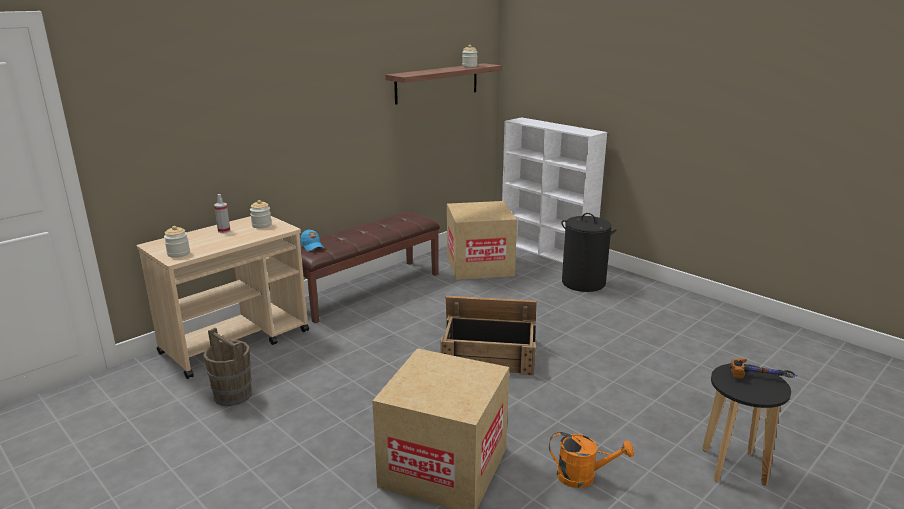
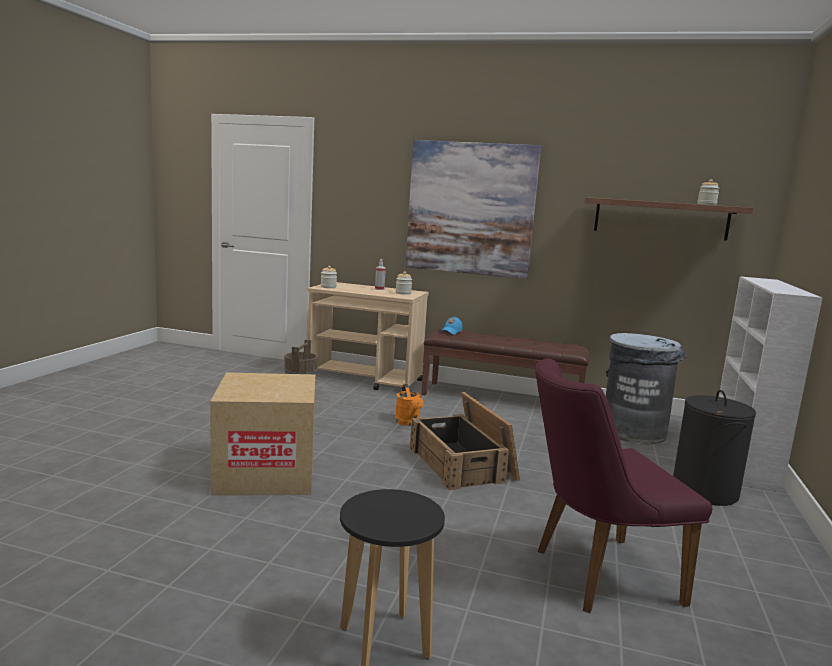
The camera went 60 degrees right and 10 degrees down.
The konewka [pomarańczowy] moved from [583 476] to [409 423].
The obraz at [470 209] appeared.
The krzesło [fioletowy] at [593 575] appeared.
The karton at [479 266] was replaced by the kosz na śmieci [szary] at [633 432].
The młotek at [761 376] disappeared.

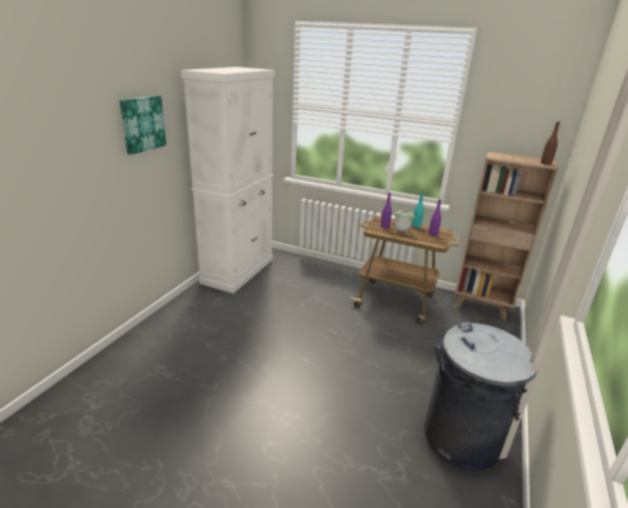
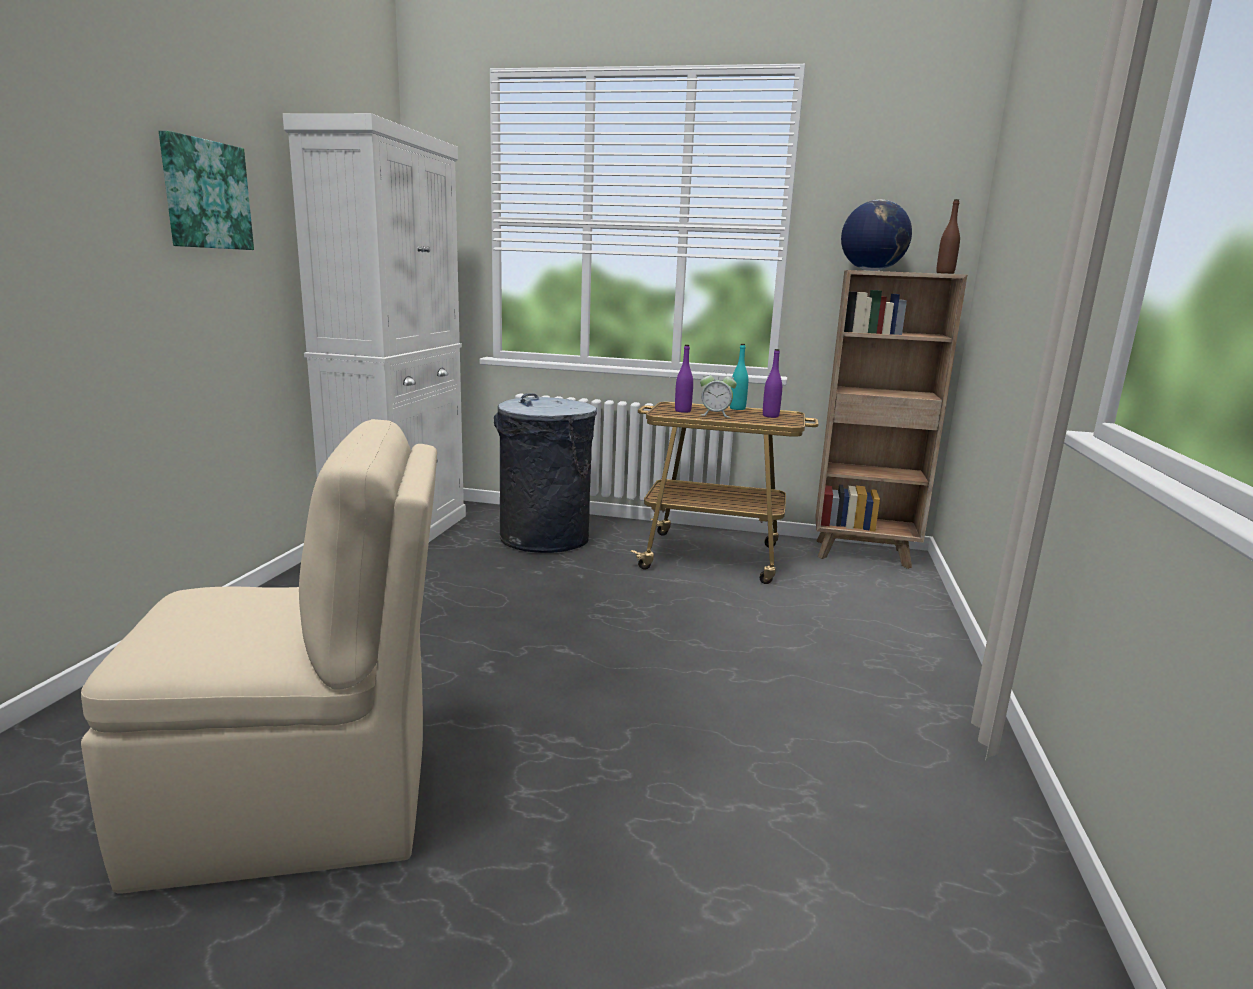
The camera went 10 degrees left and 10 degrees down.
The krzesło [beżowy] at [300 806] appeared.
The kosz na śmieci [szary] moved from [461 438] to [544 538].
The globus at [871 270] appeared.

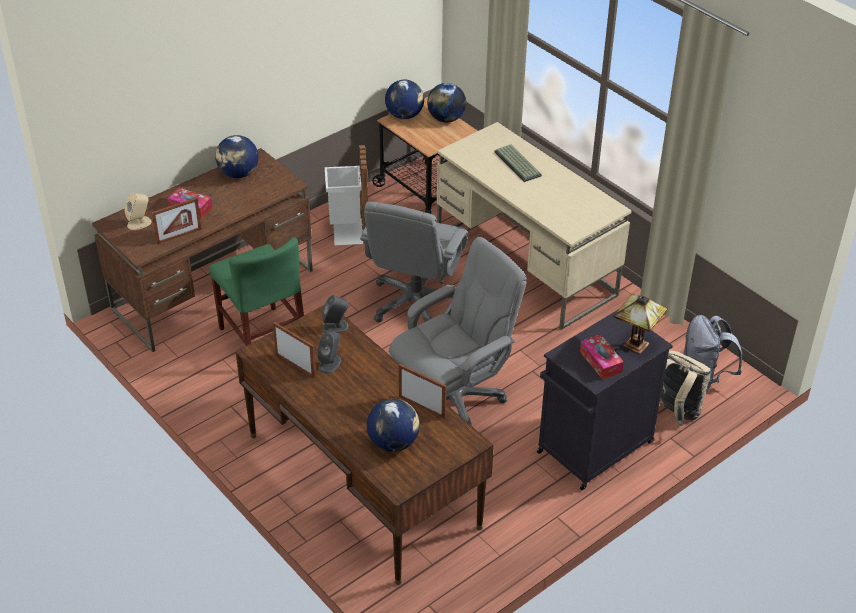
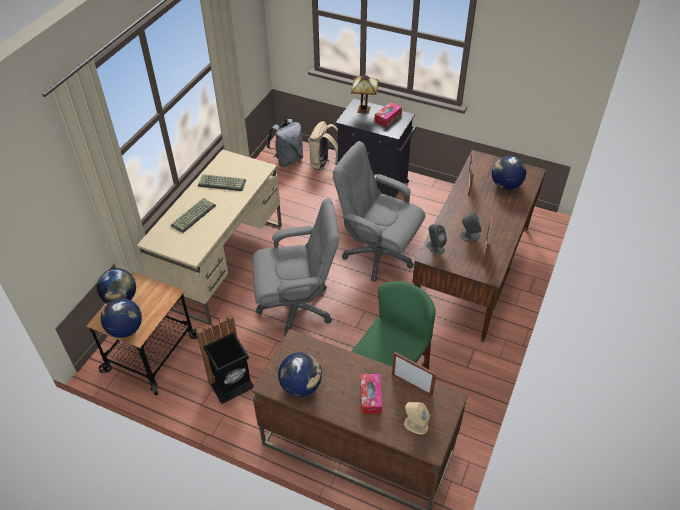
The camera went 115 degrees left and 5 degrees up.
The kosz na śmieci [biały] at [348 232] became the kosz na śmieci [czarny] at [232 385].
The klawiatura at [222 183] appeared.

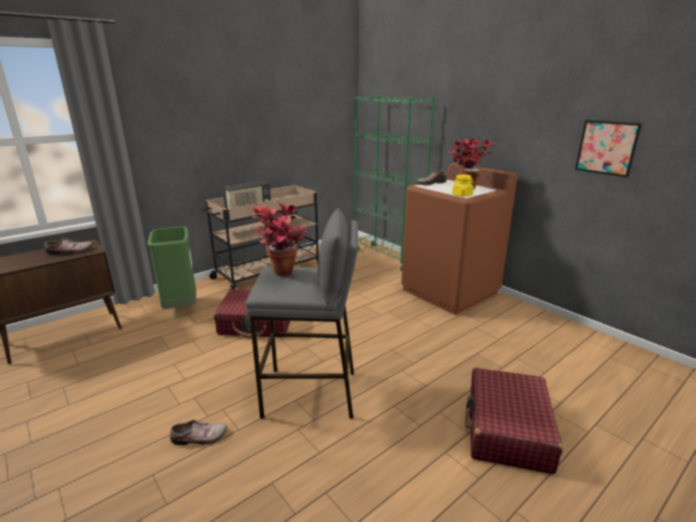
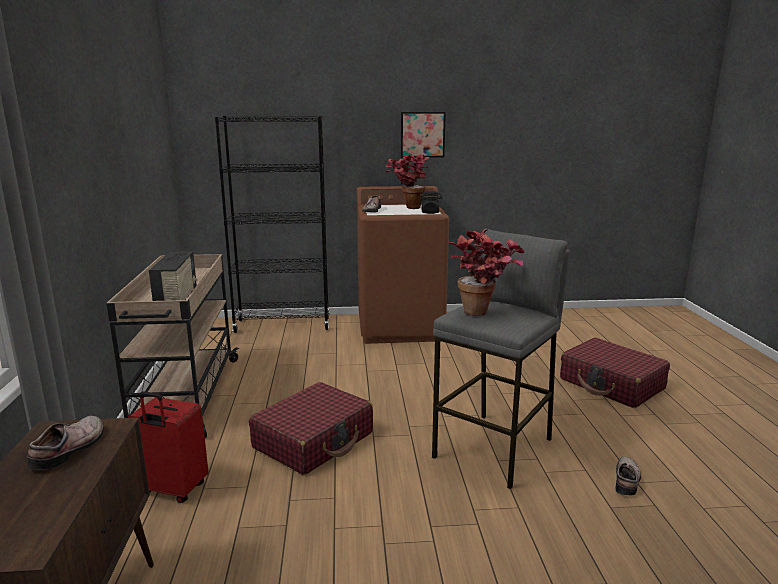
The camera went 55 degrees left and 5 degrees down.
The kosz na śmieci [zielony] at [180 307] was replaced by the walizka [czerwony] at [173 490].
The regał [zielony] at [387 257] became the regał [czarny] at [283 325].
The obraz moved from [606 148] to [422 134].
The słoik [żółty] at [462 195] became the słoik [czarny] at [430 212].
The but moved from [199 438] to [628 481].

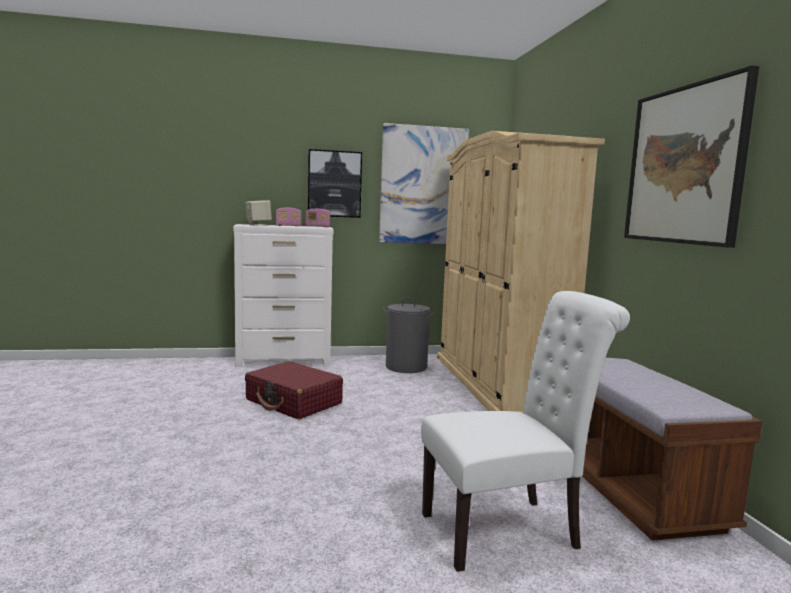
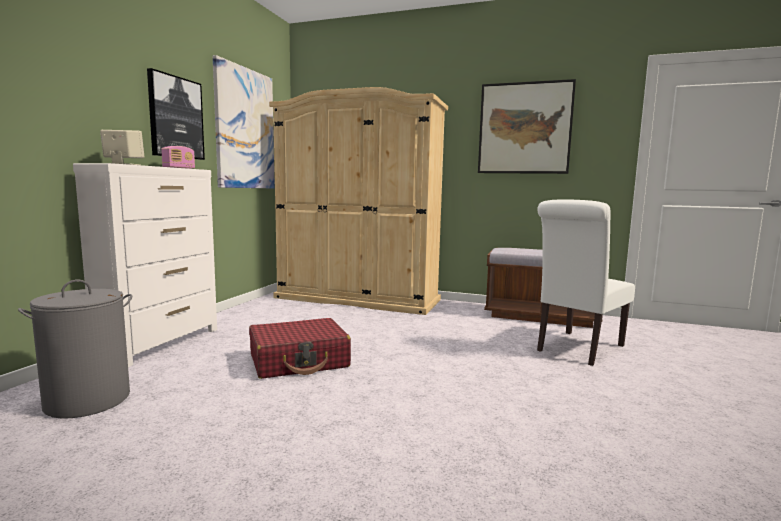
The camera went 60 degrees left and 0 degrees up.
The kosz na pranie [szary] moved from [406 367] to [88 400].
The krzesło [biały] at [508 530] turned 150 degrees counterclockwise.
The radio at [288 226] disappeared.

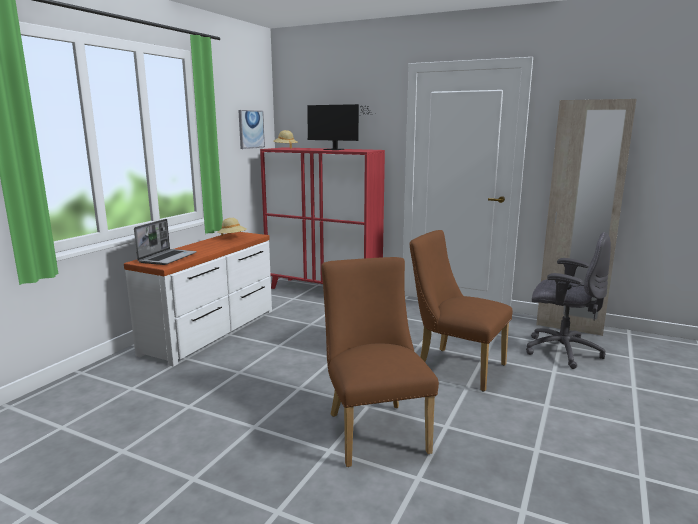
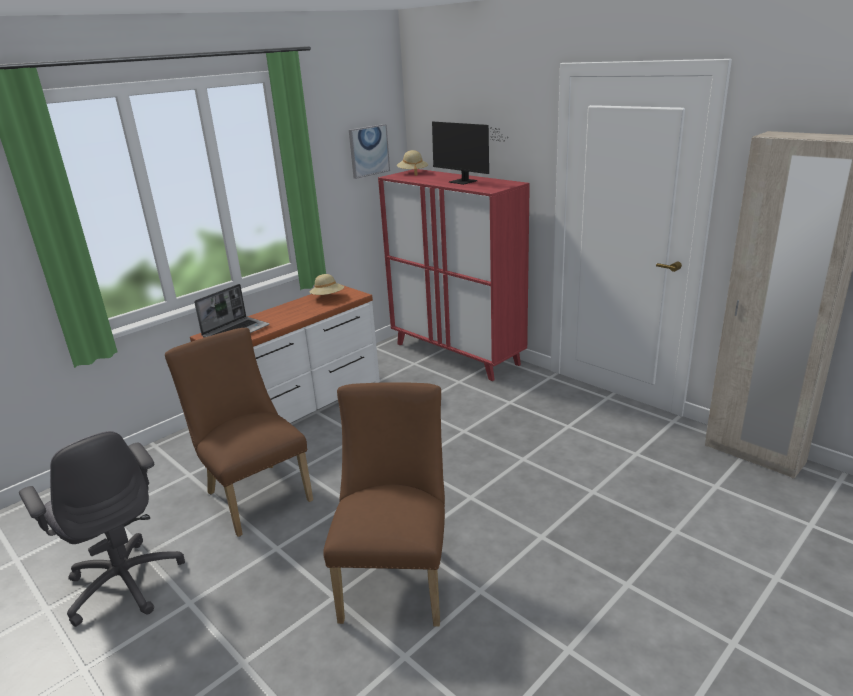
The camera went 20 degrees right and 10 degrees up.
The krzesło biurowe [szary] moved from [561 351] to [125 582].
The krzesło [brązowy] moved from [454 366] to [254 493].

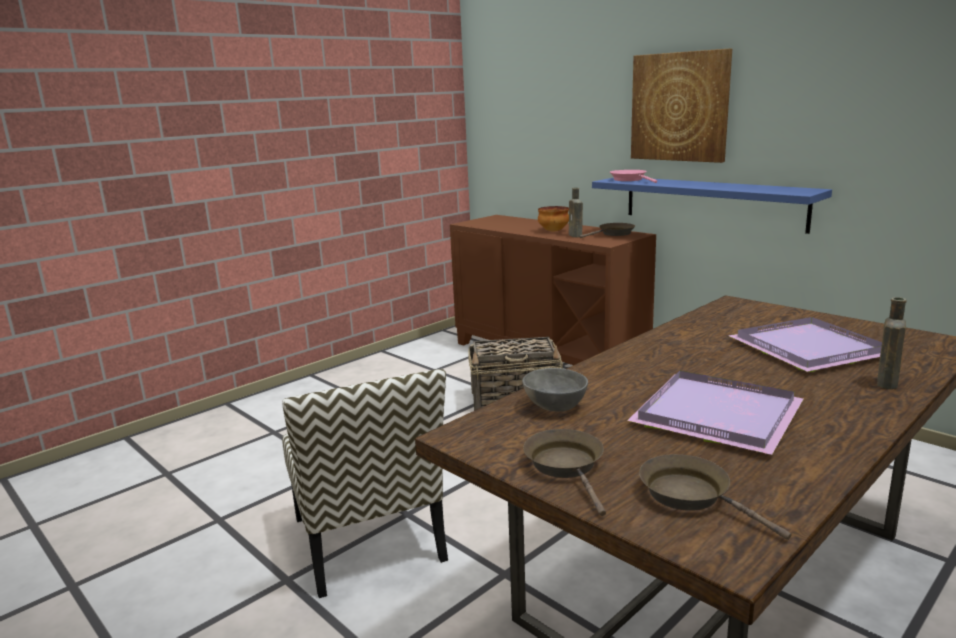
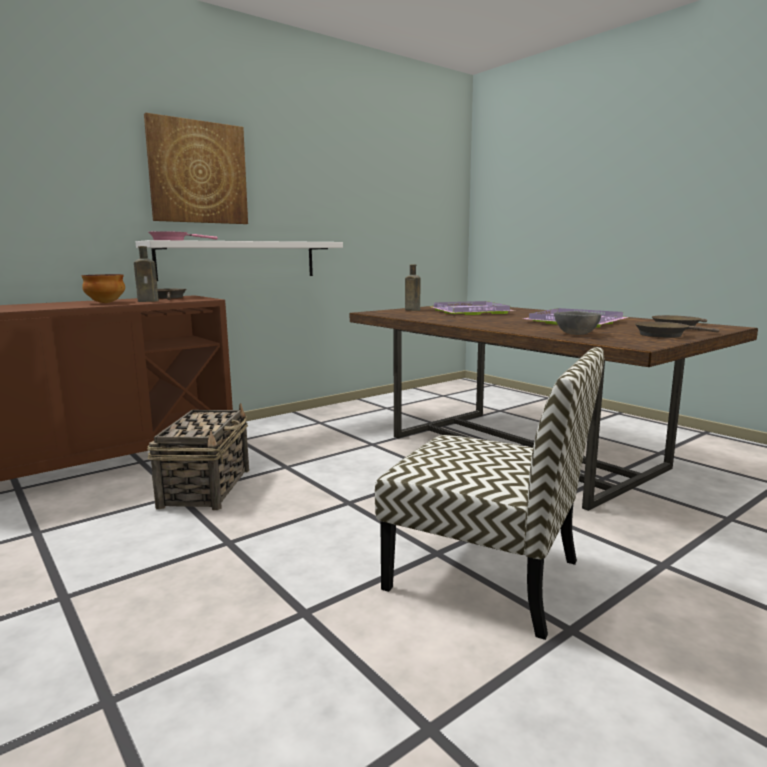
The camera went 85 degrees left and 5 degrees down.
The półka [niebieski] at [712 202] became the półka [biały] at [239 260].
The krzesło at [369 540] turned 45 degrees clockwise.
The butelka [brązowy] moved from [886 382] to [411 310].

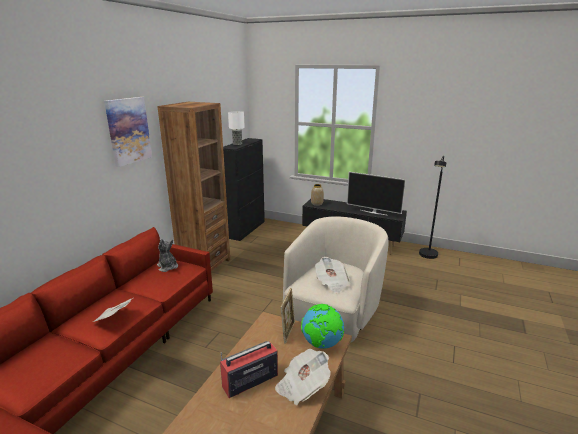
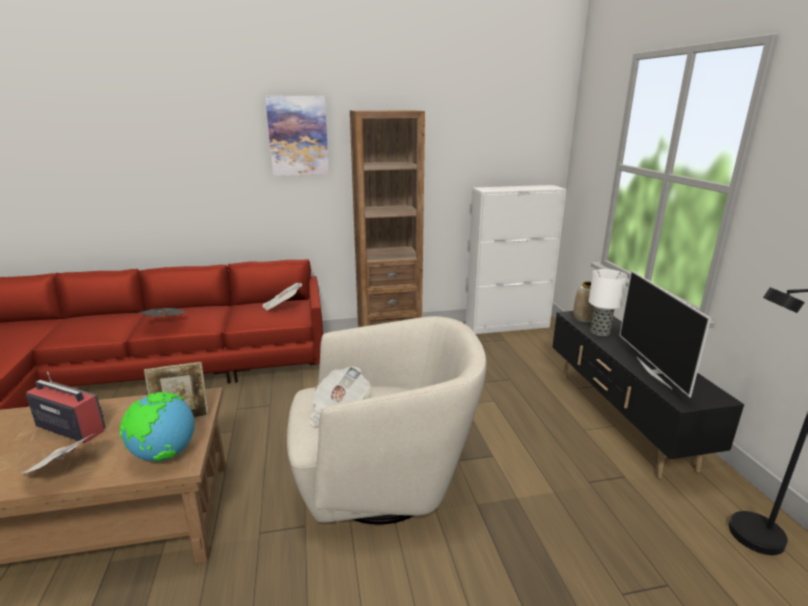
The camera went 55 degrees right and 0 degrees up.
The pluszak at [167 267] was replaced by the gazeta at [282 307].
The szafka [czarny] at [246 229] became the szafka [biały] at [507 325].
The lampa stołowa moved from [237 144] to [600 332].

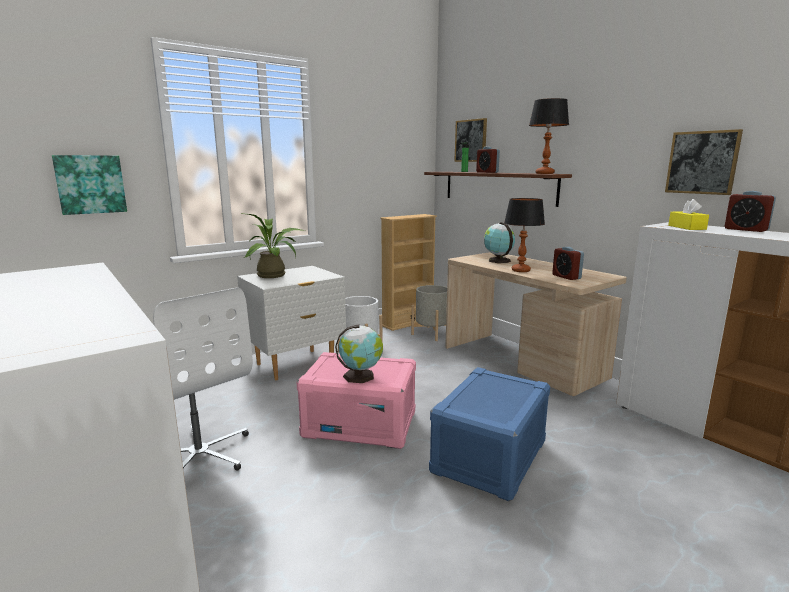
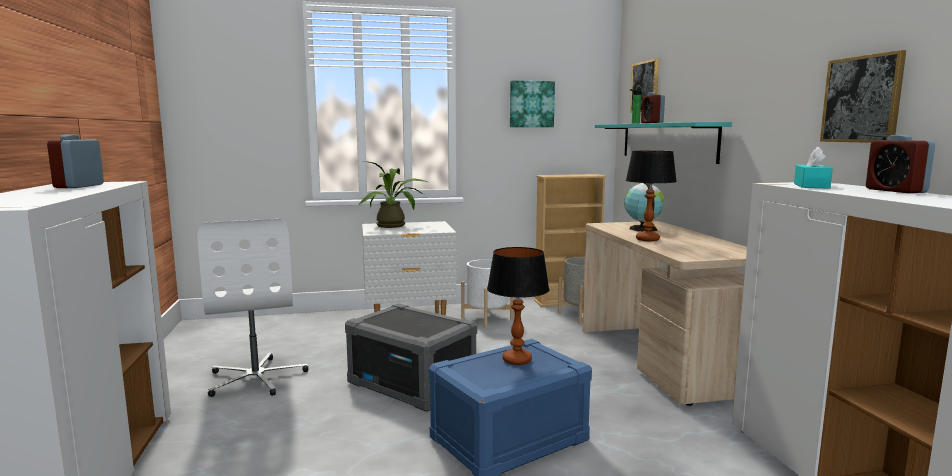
The camera went 25 degrees right and 5 degrees down.
The budzik moved from [566 277] to [79 186].
The pojemnik do przechowywania [różowy] at [360 424] became the pojemnik do przechowywania [szary] at [413 383].
The lampa stołowa moved from [544 173] to [517 360].
The obraz moved from [90 184] to [531 104].
The półka [brązowy] at [497 187] became the półka [turkusowy] at [666 141].
The pudełko chusteczek [żółty] at [686 227] became the pudełko chusteczek [turkusowy] at [811 186].
The globus at [361 376] disappeared.

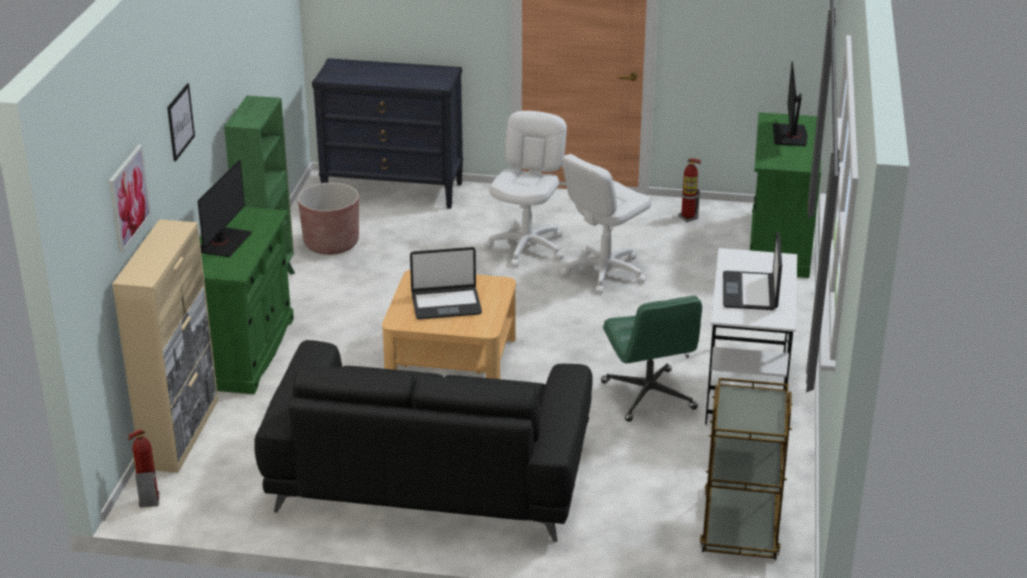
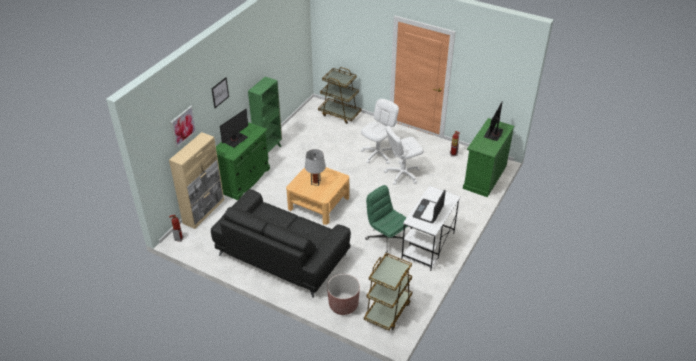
The camera went 20 degrees right and 10 degrees up.
The laptop at [446 304] was replaced by the lampa stołowa [szary] at [315 182].
The komoda [czarny] at [393 191] was replaced by the wózek [brązowy] at [340 114].
The donica [brązowy] moved from [331 244] to [343 305].
The krzesło biurowe [zielony] at [649 396] turned 135 degrees clockwise.

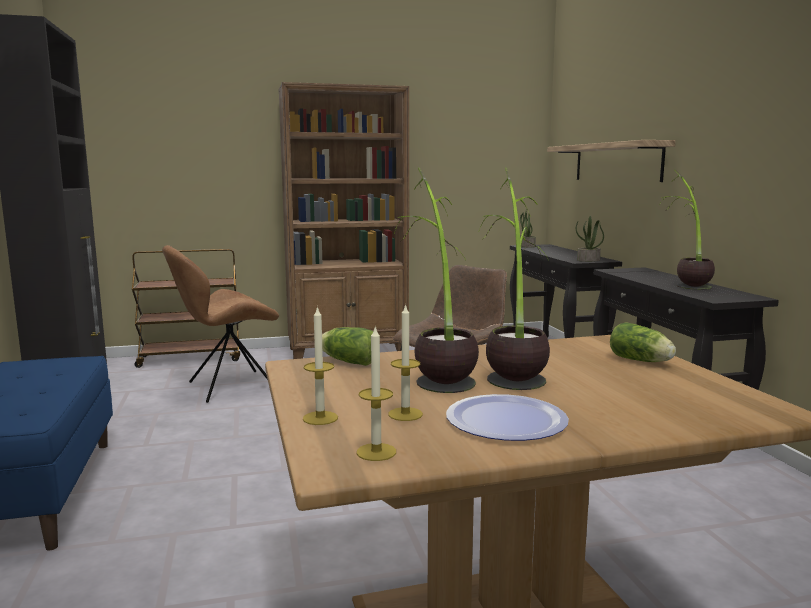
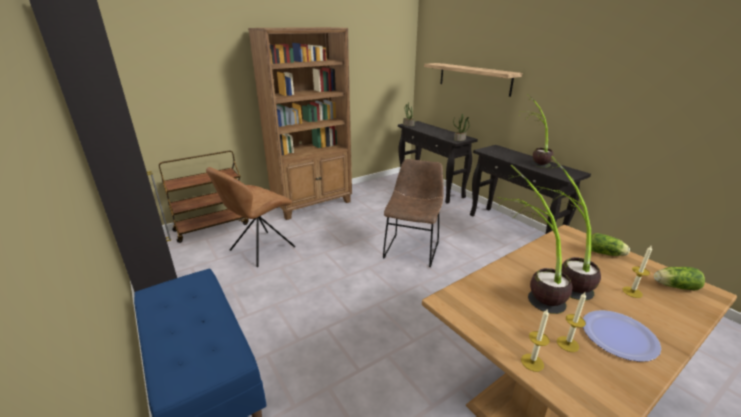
The camera went 20 degrees left and 15 degrees up.
The świeca moved from [376 452] to [632 292].
The sałata moved from [347 361] to [673 286].

